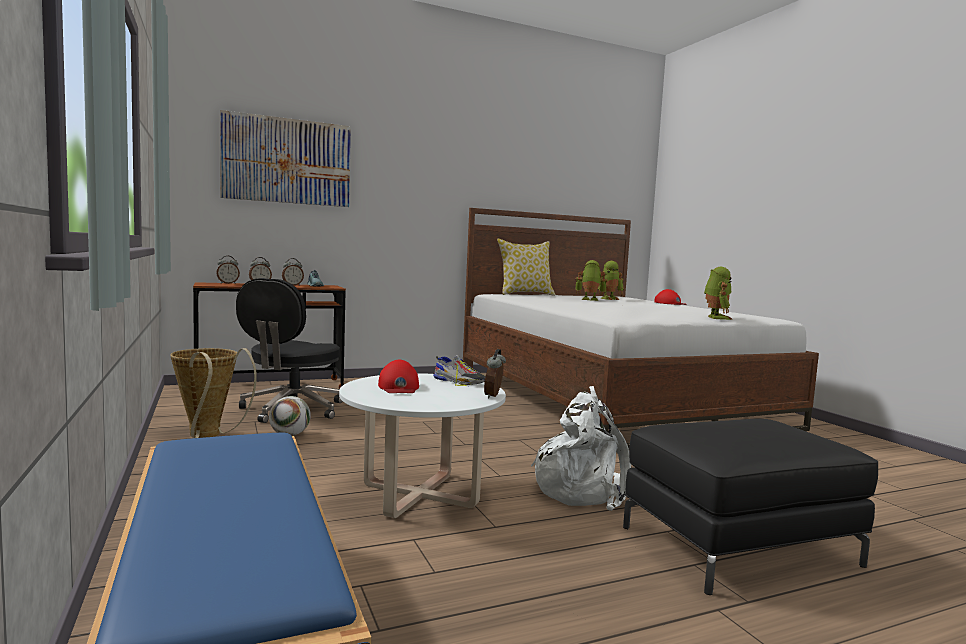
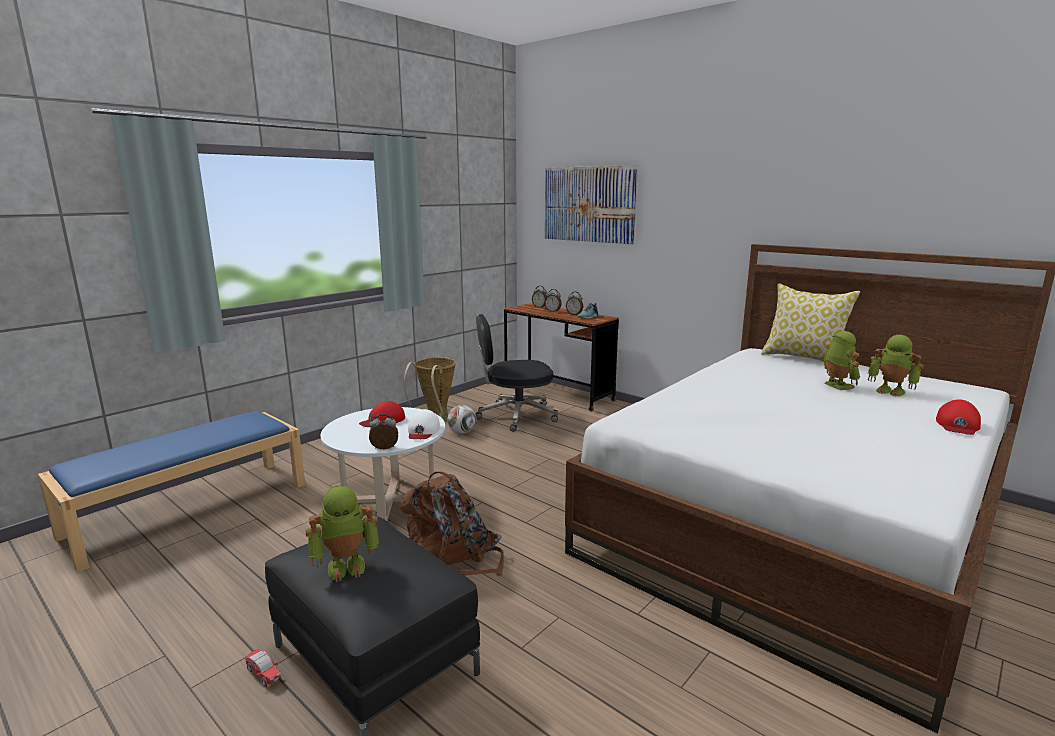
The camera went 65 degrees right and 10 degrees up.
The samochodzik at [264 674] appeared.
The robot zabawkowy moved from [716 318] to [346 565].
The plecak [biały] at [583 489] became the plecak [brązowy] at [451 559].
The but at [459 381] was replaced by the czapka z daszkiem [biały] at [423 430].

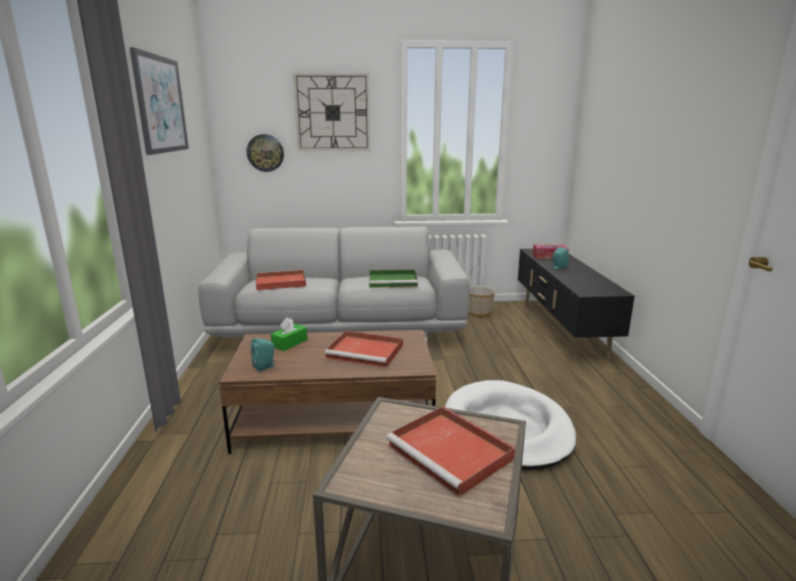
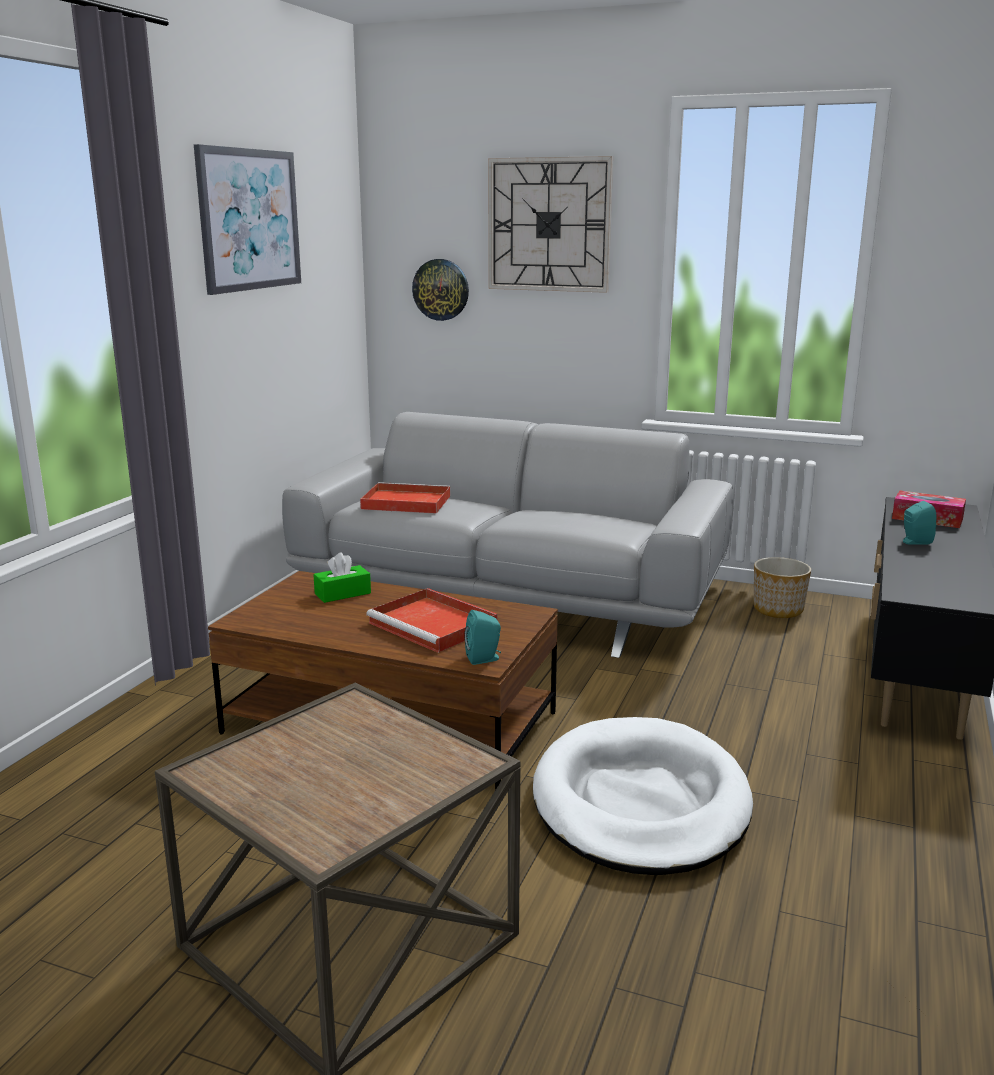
The camera went 25 degrees right and 0 degrees up.
The głośnik [turkusowy] moved from [265 366] to [484 659].
The taca [zielony] at [393 281] disappeared.
The taca [czerwony] at [452 453] disappeared.

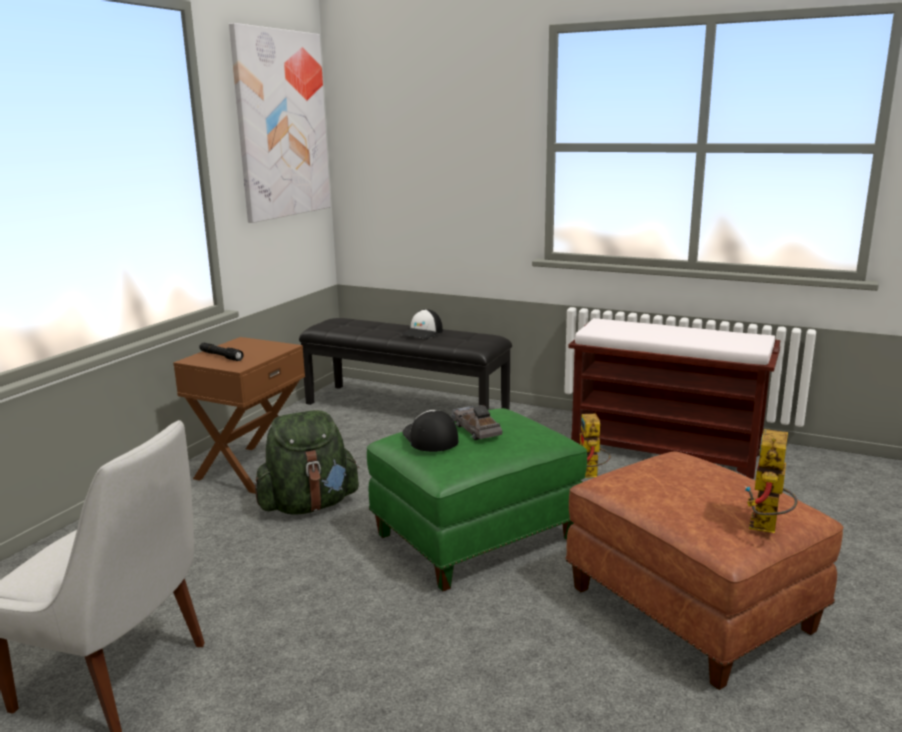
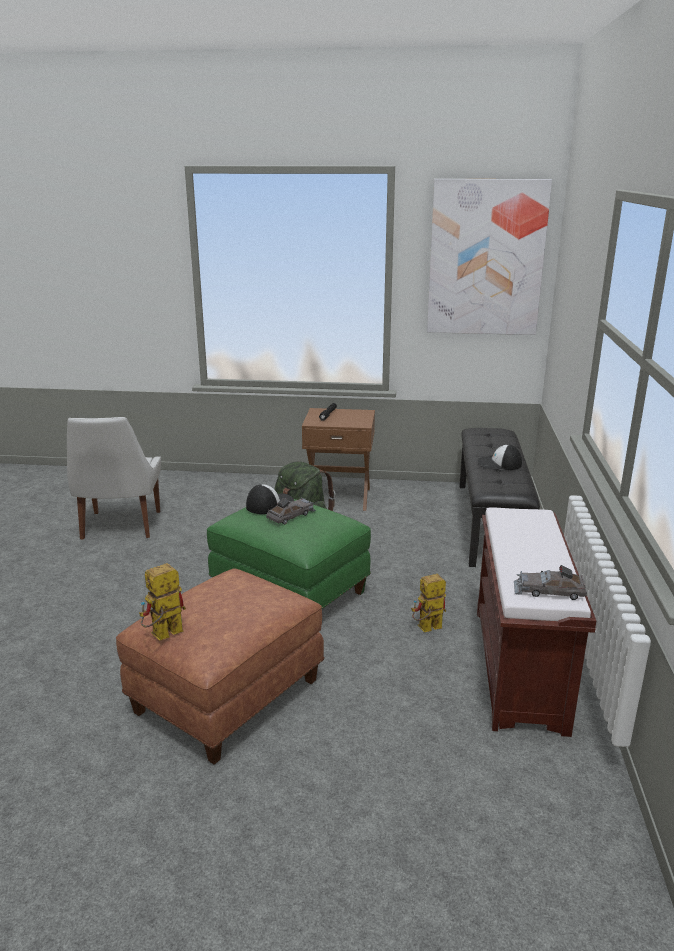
The camera went 70 degrees right and 5 degrees up.
The robot zabawkowy at [767 528] turned 45 degrees counterclockwise.
The samochodzik [szary] at [548 591] appeared.

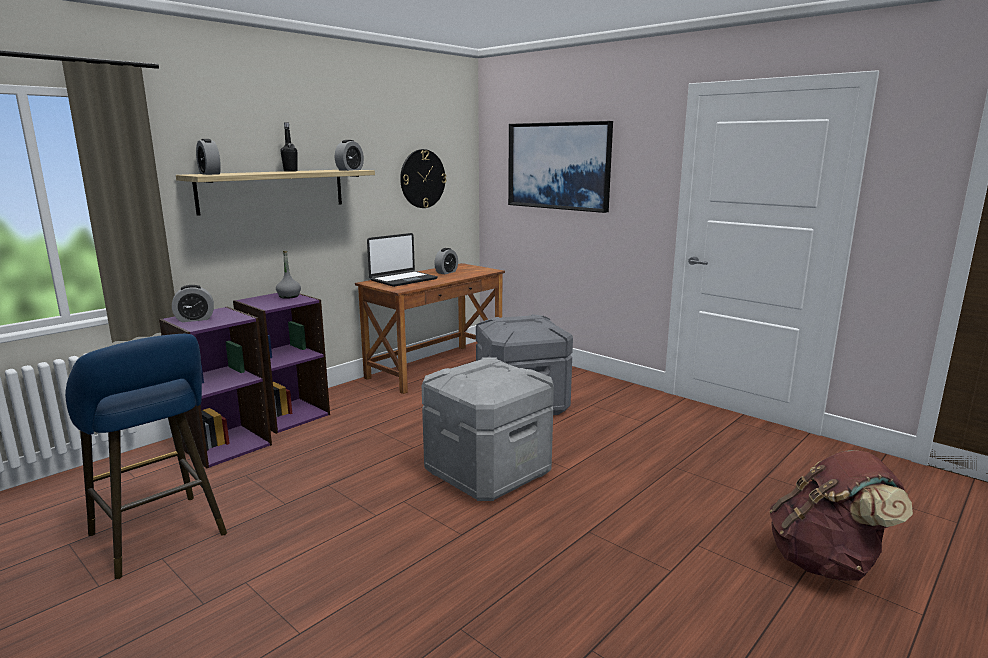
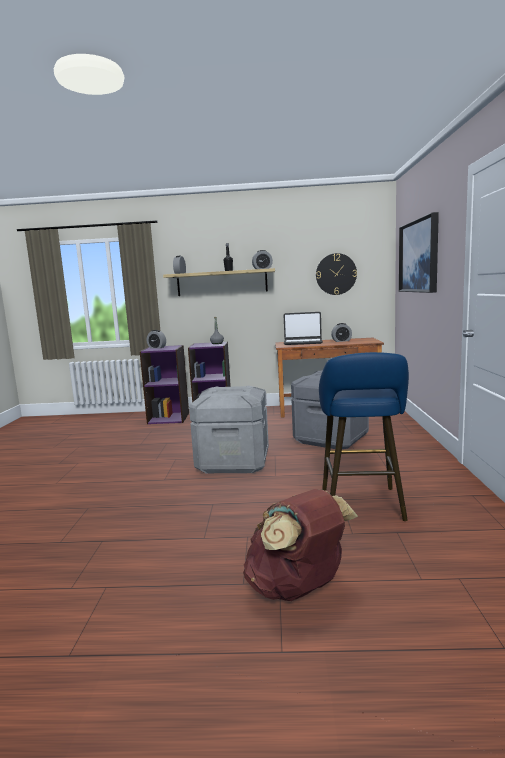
The camera went 50 degrees right and 5 degrees down.
The stołek [niebieski] moved from [161 537] to [362 506].

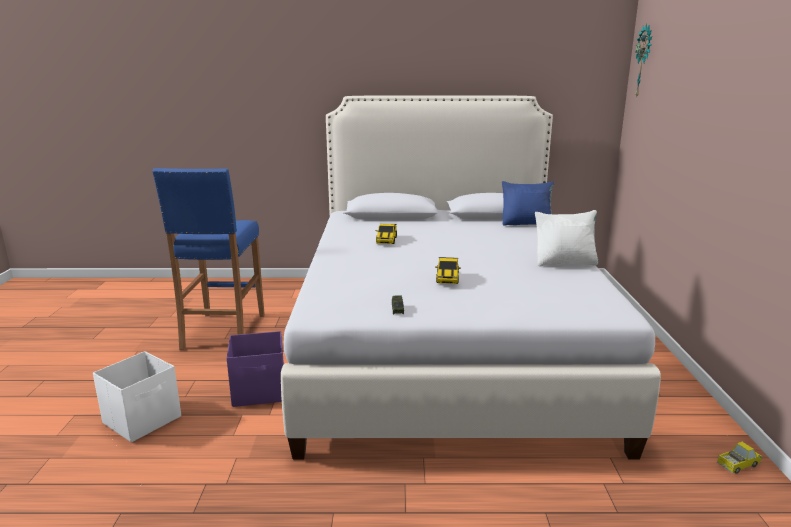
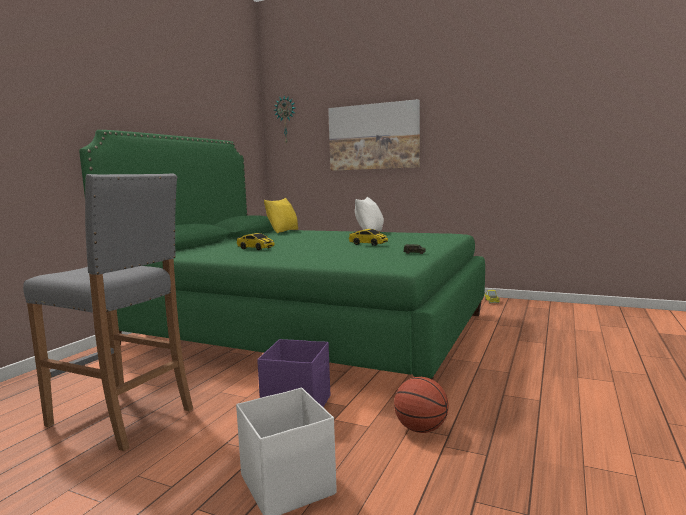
The camera went 65 degrees left and 10 degrees down.
The stołek [niebieski] at [223 332] became the stołek [szary] at [122 417].
The łóżko [biały] at [445 345] became the łóżko [zielony] at [305 329].
The poduszka [niebieski] at [526 224] became the poduszka [żółty] at [283 231].
The obraz at [373 137] appeared.
The piłka do koszykówki at [420 429] appeared.

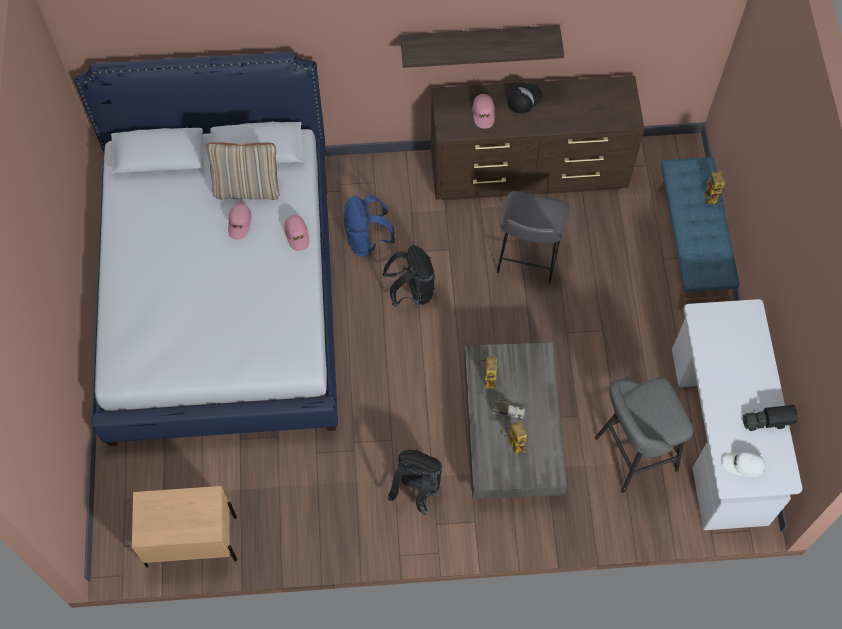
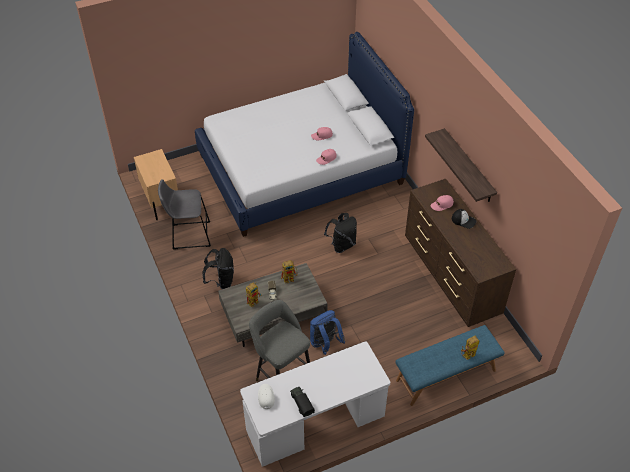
The camera went 70 degrees right and 15 degrees down.
The stołek [szary] moved from [527 257] to [188 235].
The plecak [niebieski] moved from [367 241] to [325 344].
The poduszka [beżowy] at [247 188] disappeared.

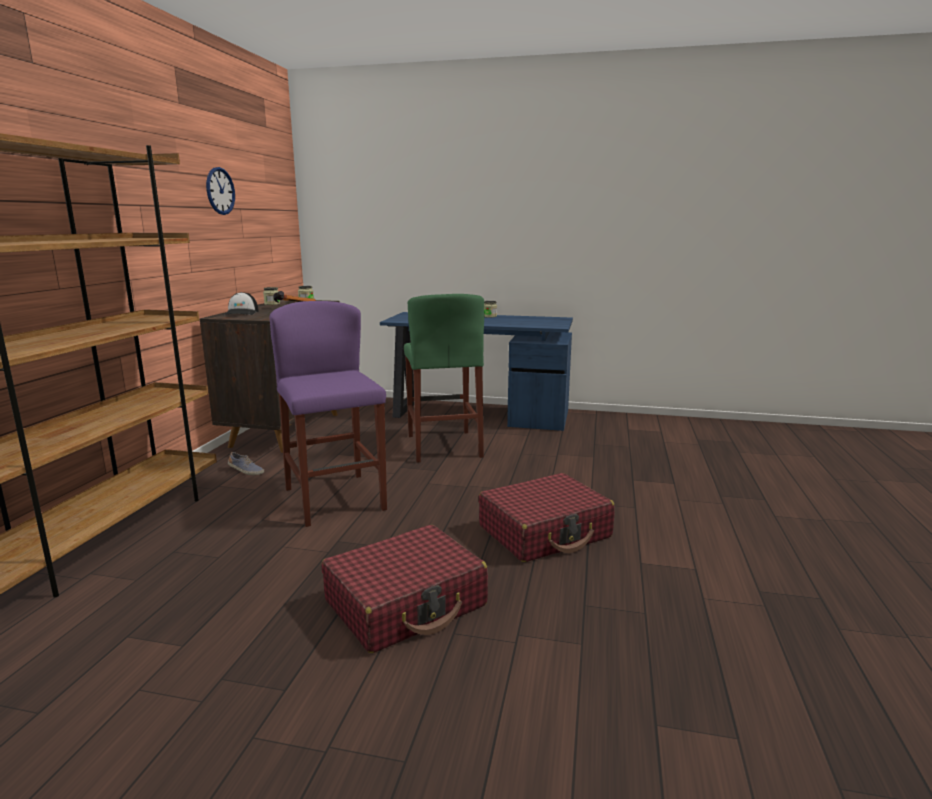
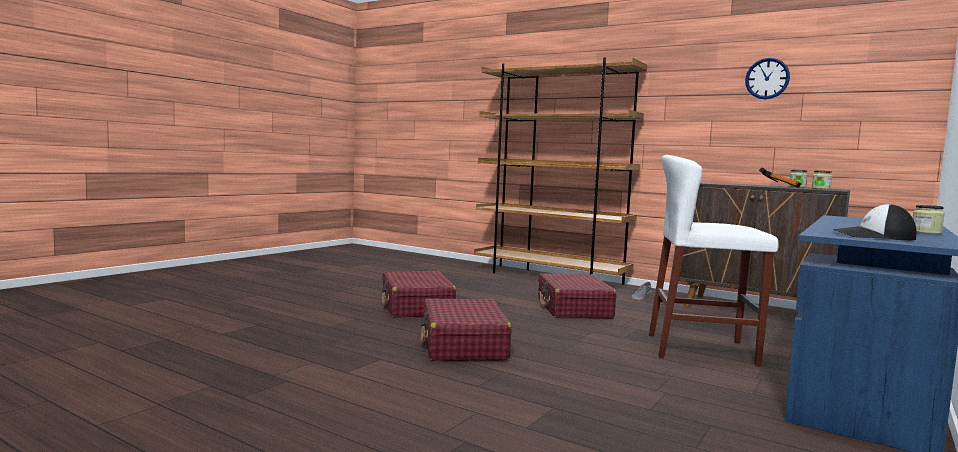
The camera went 110 degrees right and 10 degrees down.
The stołek [fioletowy] at [335 499] was replaced by the walizka [czerwony] at [573 309].
The stołek [zielony] at [443 446] became the stołek [biały] at [701 349].
The czapka z daszkiem moved from [242 313] to [873 236].

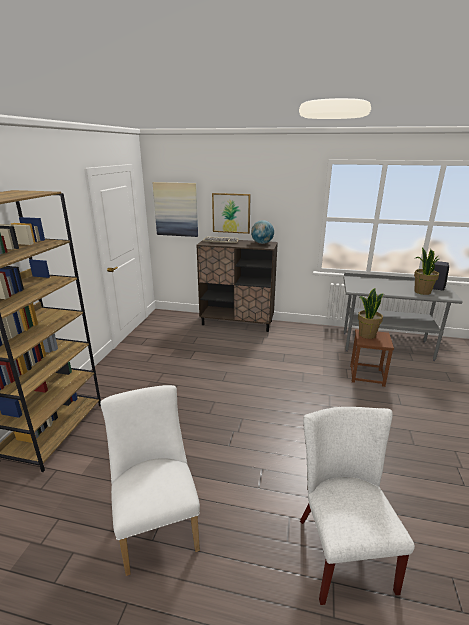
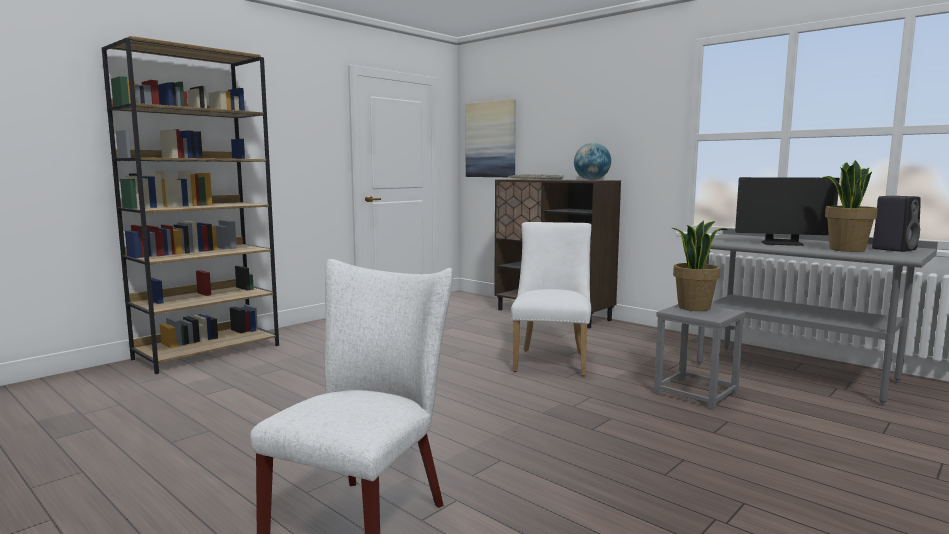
The camera went 30 degrees right and 15 degrees down.
The krzesło [biały] moved from [157 522] to [551 360].
The stołek [brązowy] at [366 376] became the stołek [szary] at [695 393].
The monitor at [782 243] appeared.
The obraz at [231 213] disappeared.

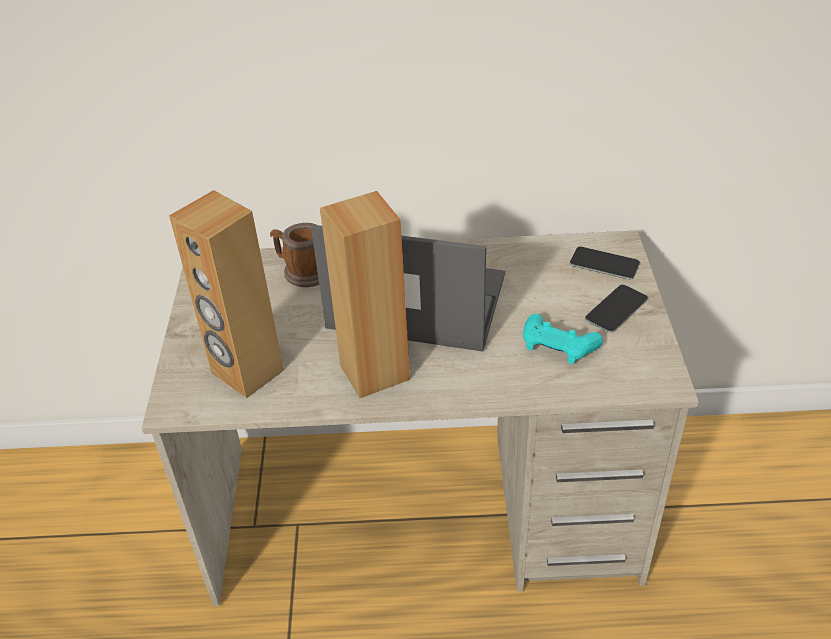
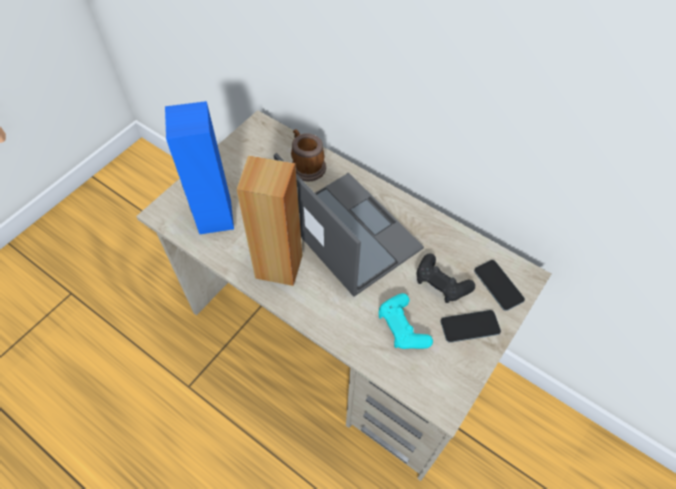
The camera went 35 degrees right and 15 degrees up.
The głośnik [brązowy] at [246 372] became the głośnik [niebieski] at [214 216].
The pad do gier [czarny] at [441 283] appeared.

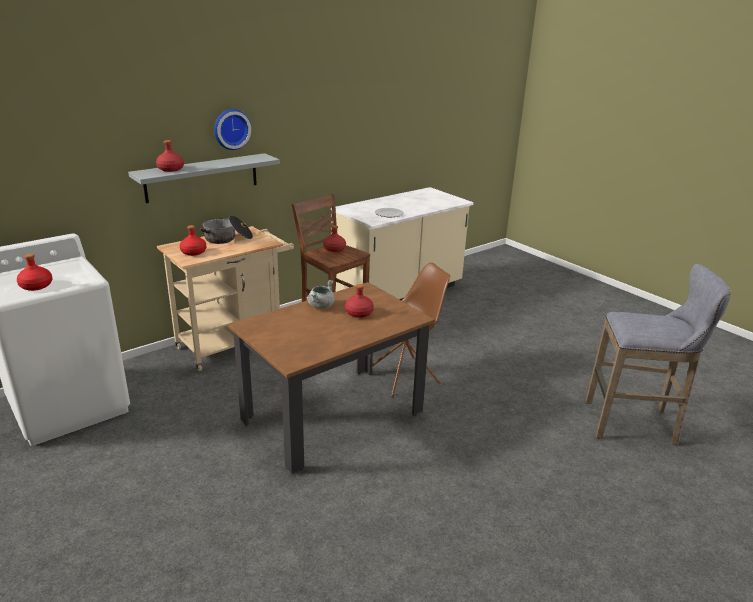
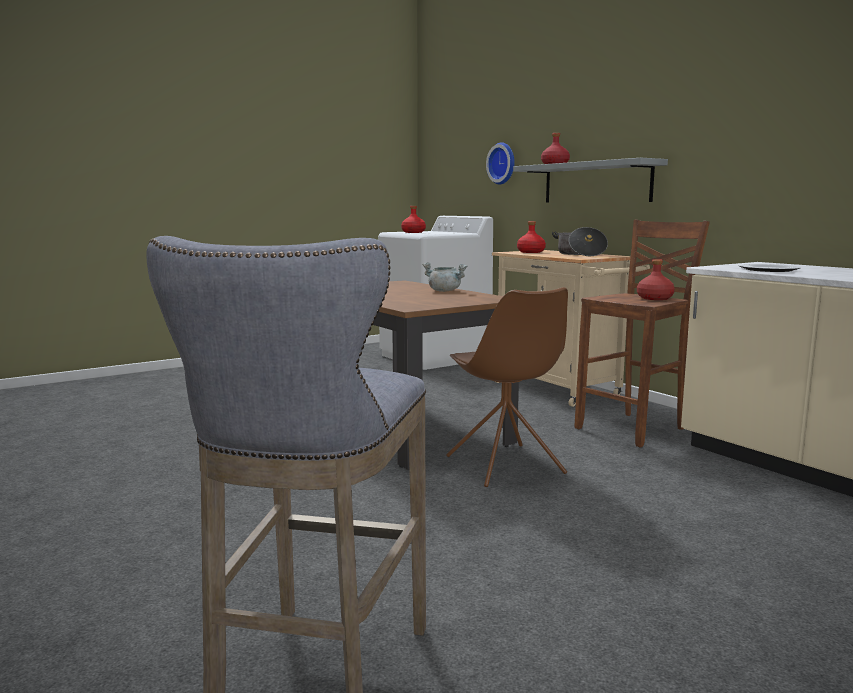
The camera went 95 degrees right and 15 degrees down.
The zegar ścienny moved from [231 129] to [503 163].
The butelka [czerwony] at [359 313] disappeared.

